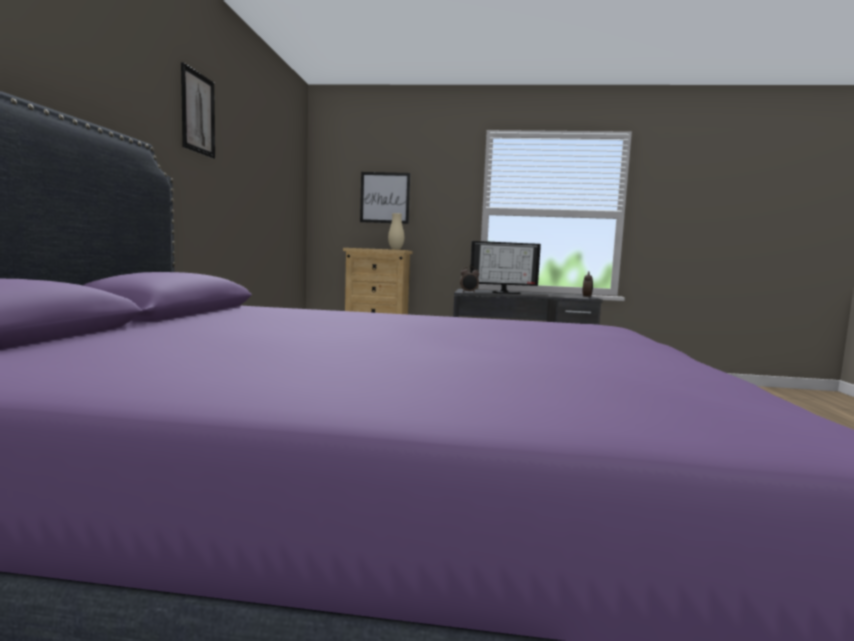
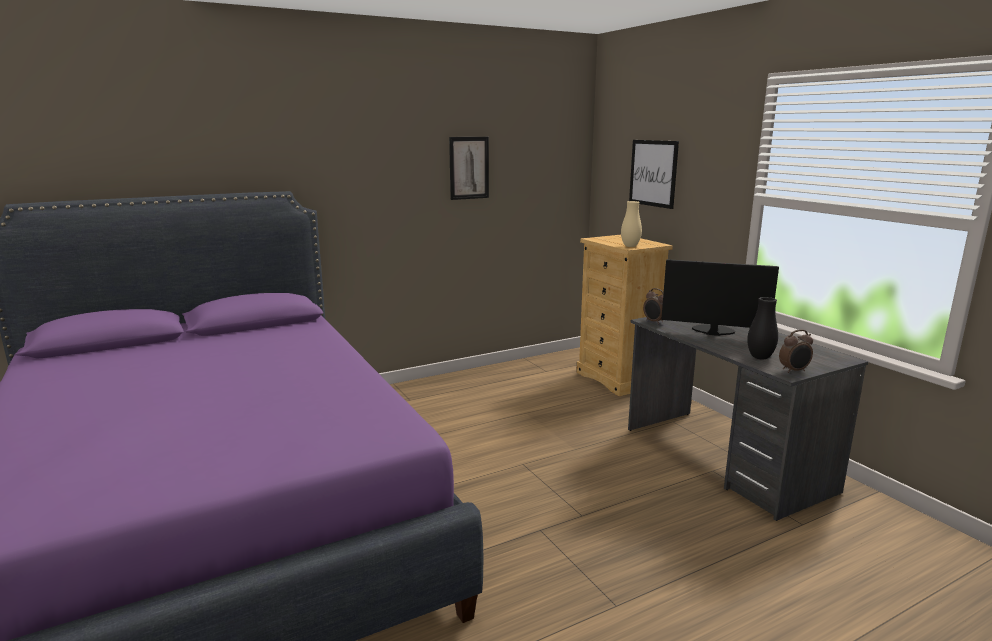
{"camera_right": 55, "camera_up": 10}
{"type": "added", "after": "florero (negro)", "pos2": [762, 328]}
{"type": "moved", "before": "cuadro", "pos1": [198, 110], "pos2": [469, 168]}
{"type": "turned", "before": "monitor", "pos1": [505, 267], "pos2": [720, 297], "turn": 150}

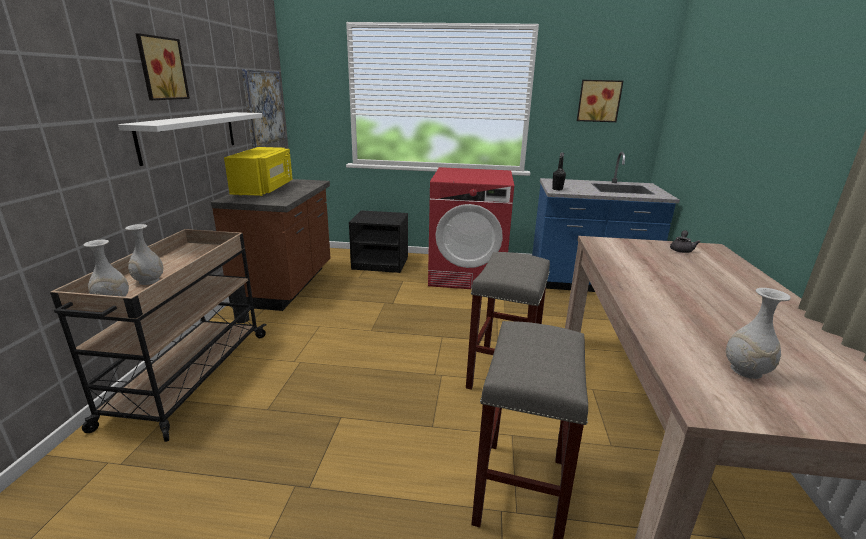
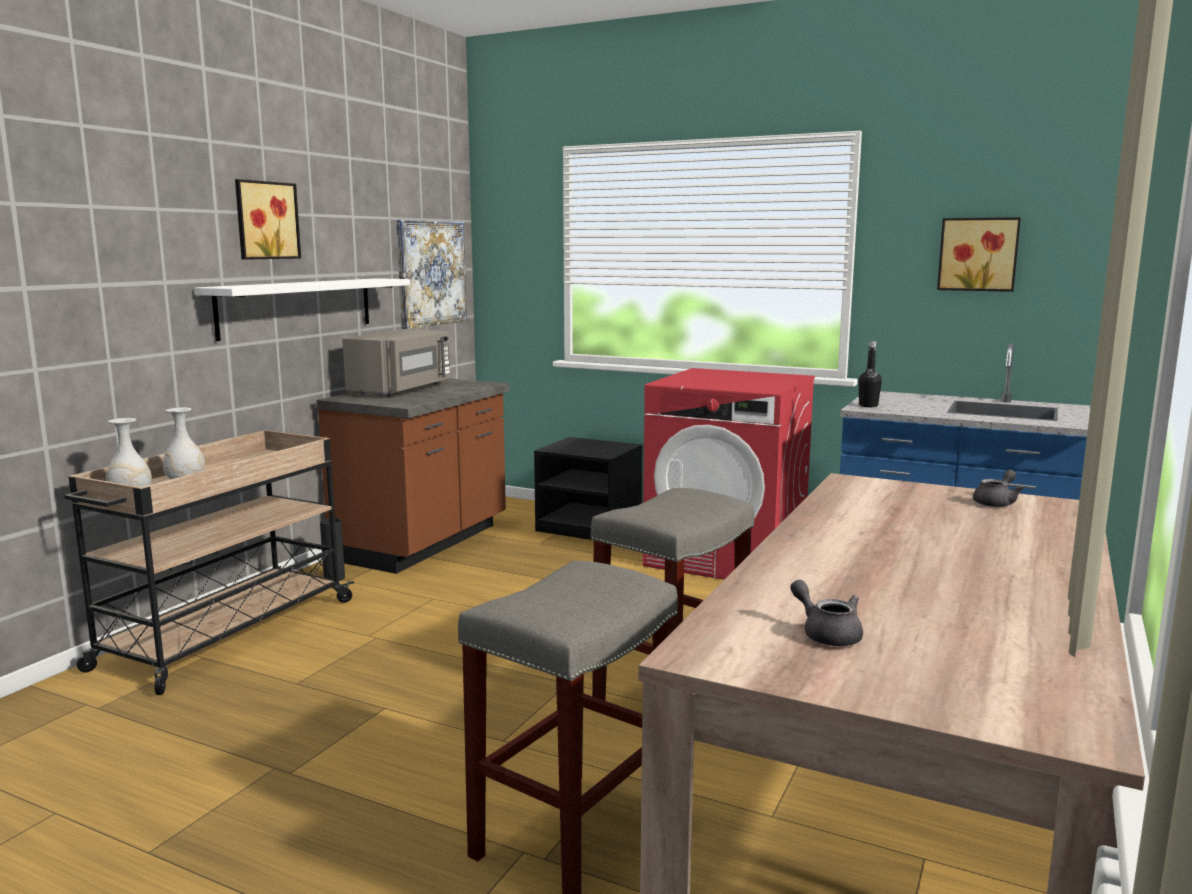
{"camera_right": 20, "camera_up": -10}
{"type": "replaced", "before": "florero (blanco)", "after": "tetera (gris)", "pos1": [758, 333], "pos2": [826, 613]}
{"type": "recoloured", "before": "microondas (amarillo)", "after": "microondas (gris)", "pos1": [258, 171], "pos2": [396, 362]}

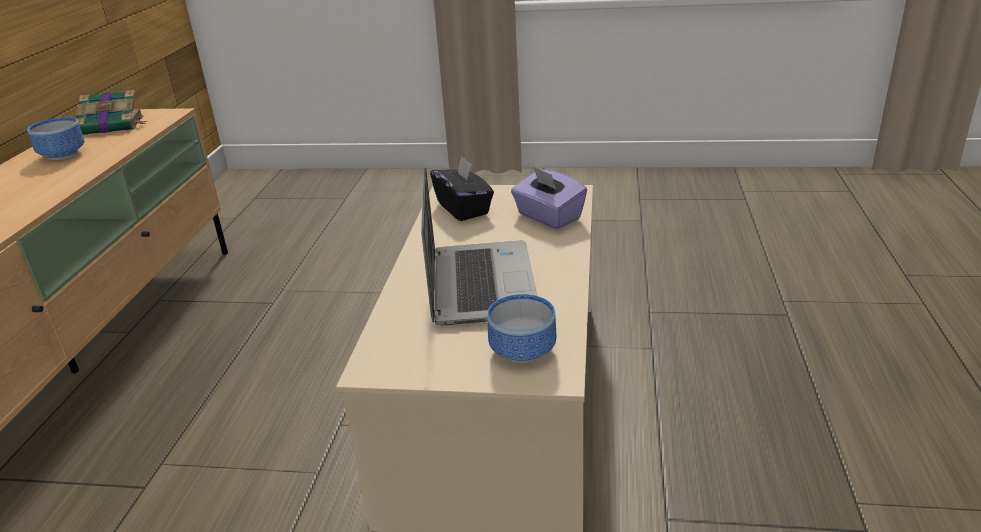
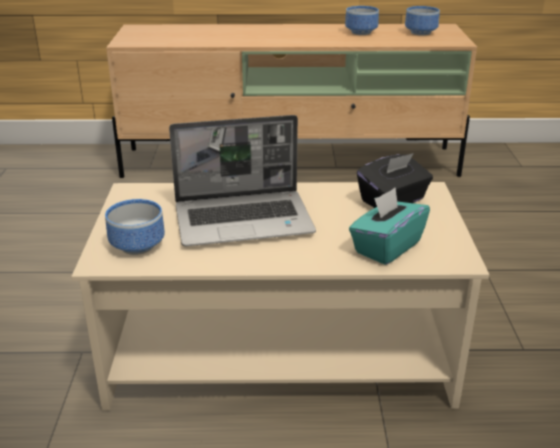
{"camera_right": 80, "camera_up": 0}
{"type": "replaced", "before": "libro", "after": "cuenco", "pos1": [111, 112], "pos2": [422, 21]}
{"type": "recoloured", "before": "caja de pañuelos (morado)", "after": "caja de pañuelos (turquesa)", "pos1": [549, 197], "pos2": [389, 226]}

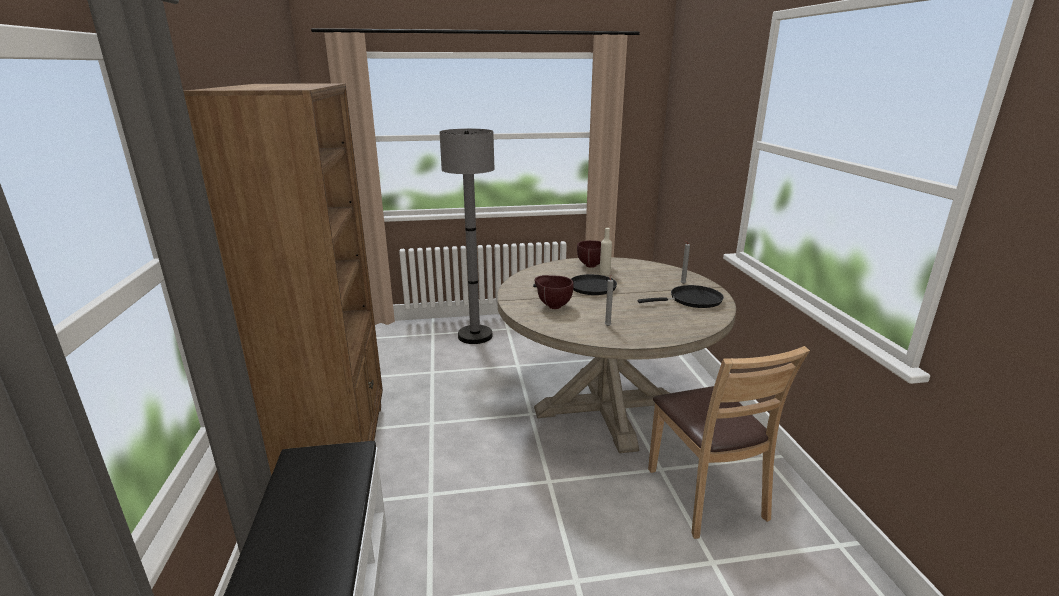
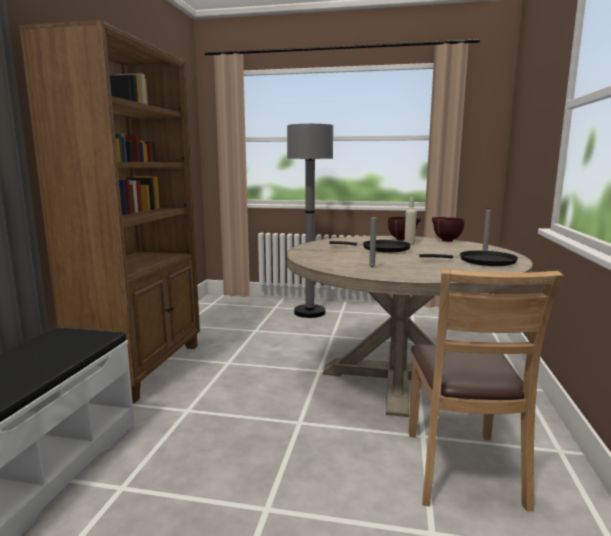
{"camera_right": 20, "camera_up": -10}
{"type": "moved", "before": "cuenco (marrón)", "pos1": [554, 292], "pos2": [448, 229]}

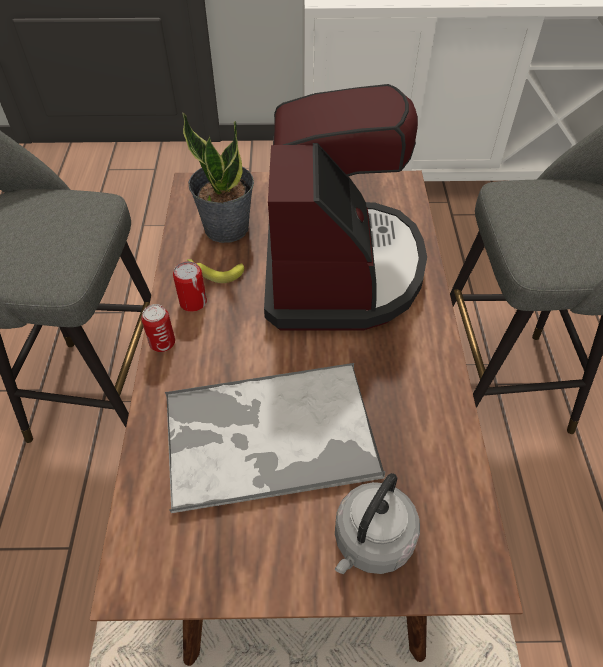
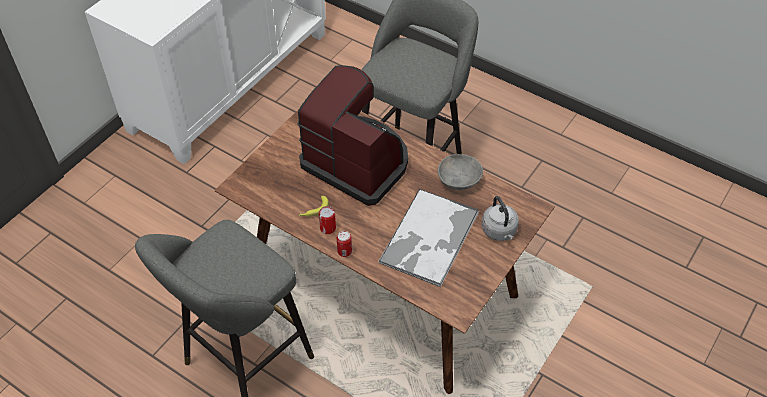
{"camera_right": -55, "camera_up": 0}
{"type": "removed", "before": "planta en maceta", "pos1": [218, 178]}
{"type": "added", "after": "cuenco (gris)", "pos2": [460, 172]}

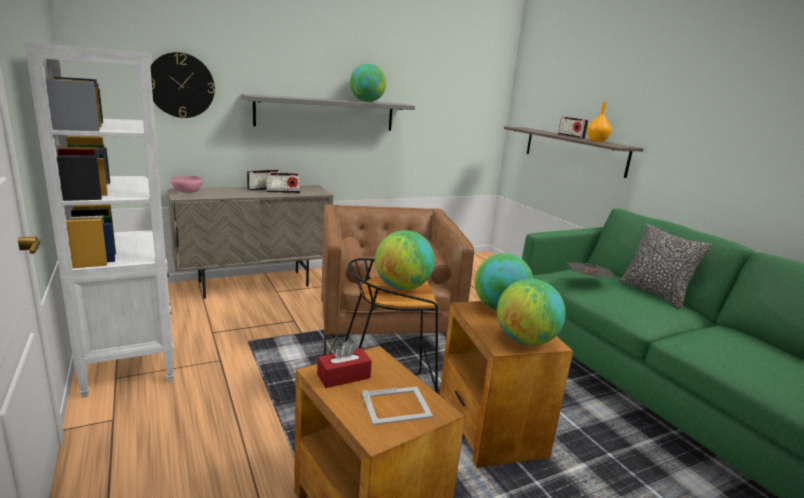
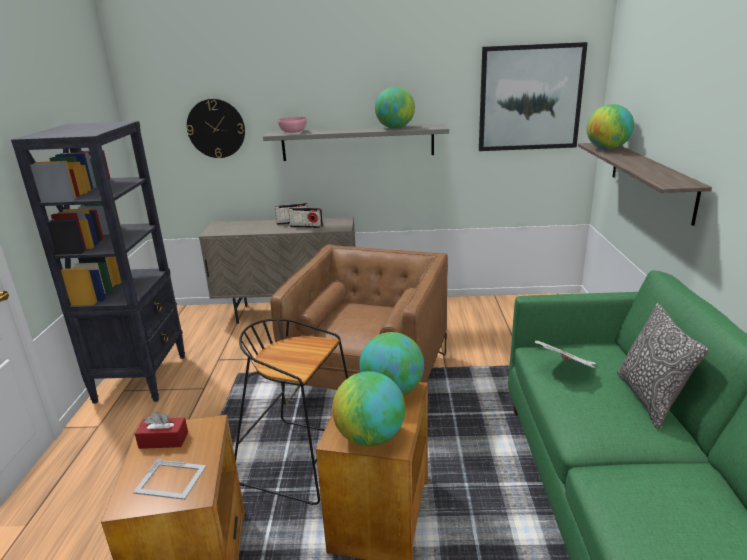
{"camera_right": 30, "camera_up": 5}
{"type": "removed", "before": "radio", "pos1": [573, 128]}
{"type": "removed", "before": "florero (naranja)", "pos1": [599, 122]}
{"type": "added", "after": "cuadro", "pos2": [533, 96]}
{"type": "moved", "before": "cuenco (rosa)", "pos1": [187, 184], "pos2": [292, 125]}
{"type": "moved", "before": "globo terráqueo", "pos1": [405, 260], "pos2": [610, 127]}
{"type": "recoloured", "before": "estantería (blanco)", "after": "estantería (negro)", "pos1": [99, 220], "pos2": [98, 262]}

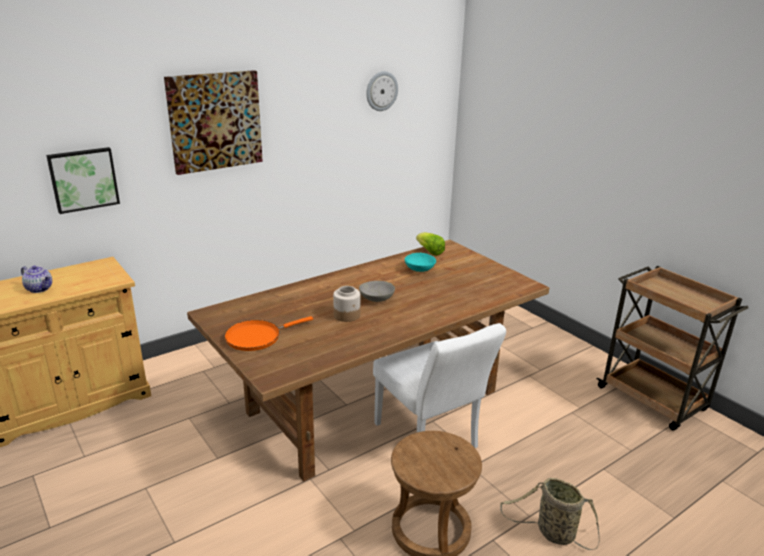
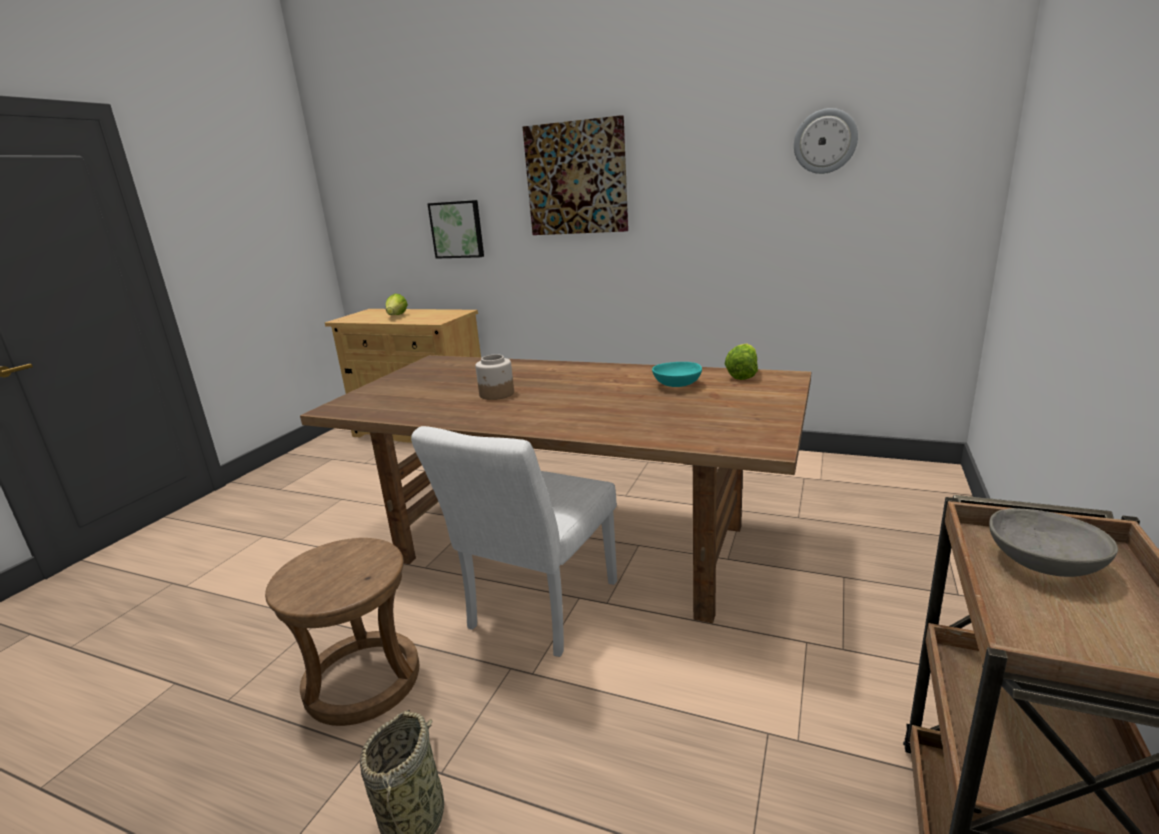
{"camera_right": 60, "camera_up": -5}
{"type": "removed", "before": "sartén (naranja)", "pos1": [269, 333]}
{"type": "moved", "before": "cuenco (gris)", "pos1": [377, 291], "pos2": [1053, 542]}
{"type": "replaced", "before": "tetera", "after": "lechuga", "pos1": [36, 279], "pos2": [397, 304]}

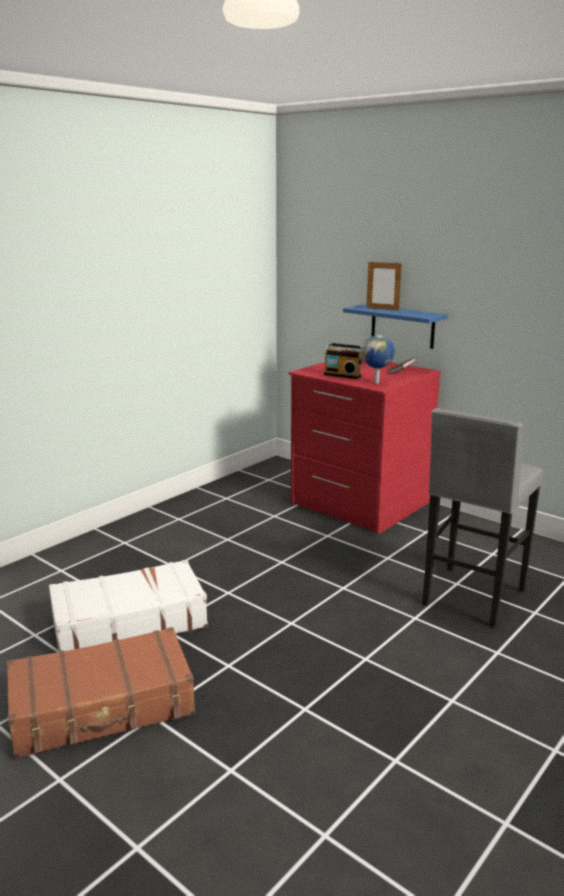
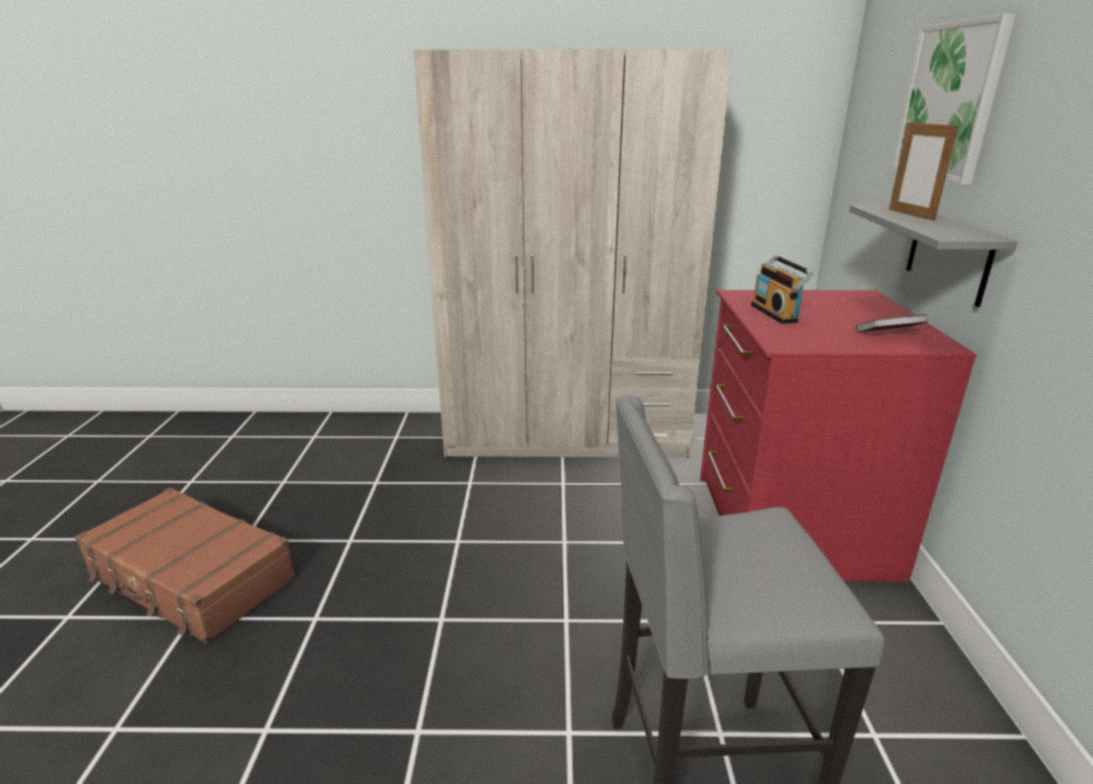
{"camera_right": 50, "camera_up": 5}
{"type": "removed", "before": "maleta (blanco)", "pos1": [128, 605]}
{"type": "removed", "before": "globo terráqueo", "pos1": [378, 359]}
{"type": "added", "after": "armario ropero (beis)", "pos2": [573, 254]}
{"type": "added", "after": "cuadro", "pos2": [954, 98]}
{"type": "recoloured", "before": "estante (azul)", "after": "estante (gris)", "pos1": [395, 326], "pos2": [933, 256]}

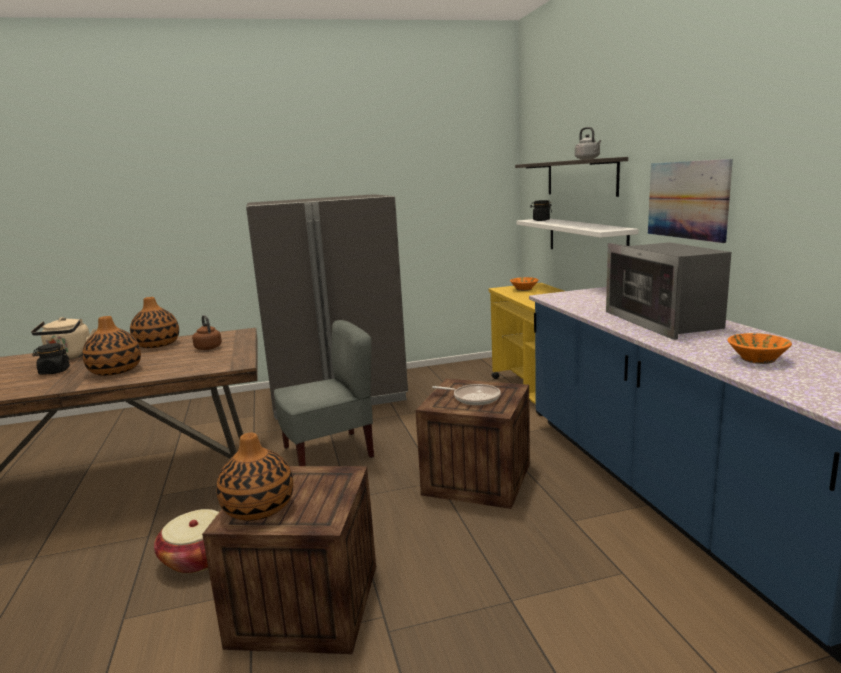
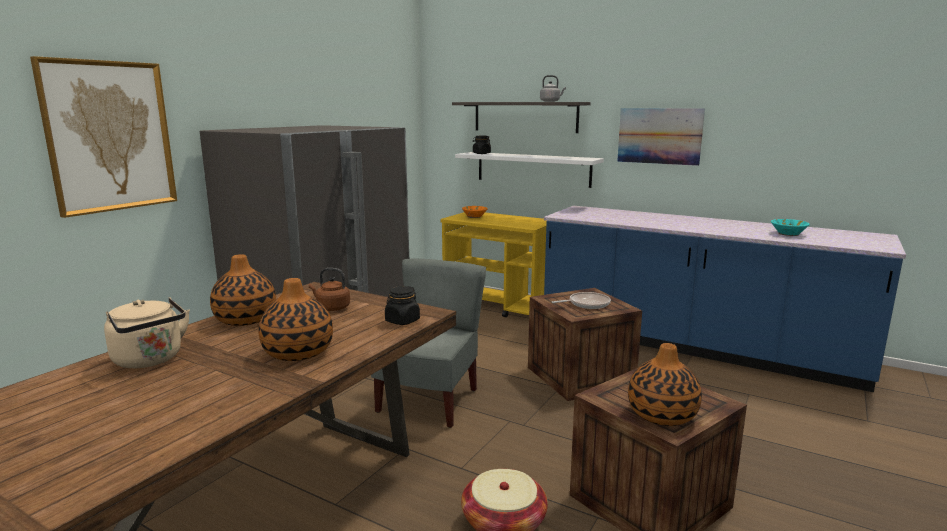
{"camera_right": -45, "camera_up": 0}
{"type": "removed", "before": "microondas", "pos1": [669, 291]}
{"type": "added", "after": "cuadro", "pos2": [103, 137]}
{"type": "moved", "before": "tarro (negro)", "pos1": [51, 359], "pos2": [402, 305]}
{"type": "recoloured", "before": "cuenco (naranja)", "after": "cuenco (turquesa)", "pos1": [760, 348], "pos2": [790, 227]}

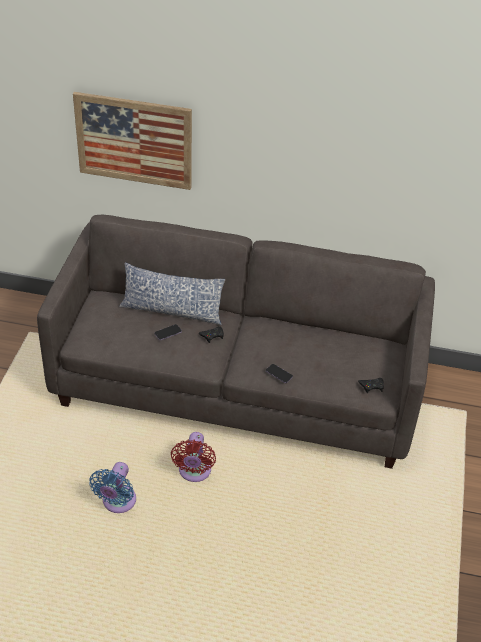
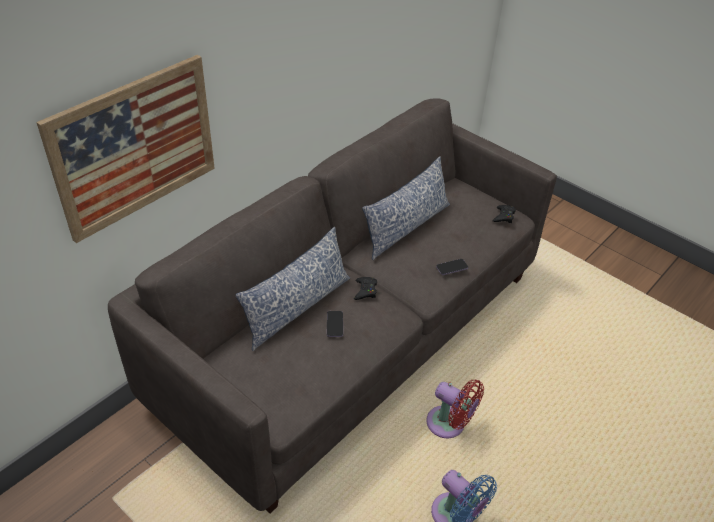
{"camera_right": -60, "camera_up": 0}
{"type": "added", "after": "cojín", "pos2": [406, 208]}

